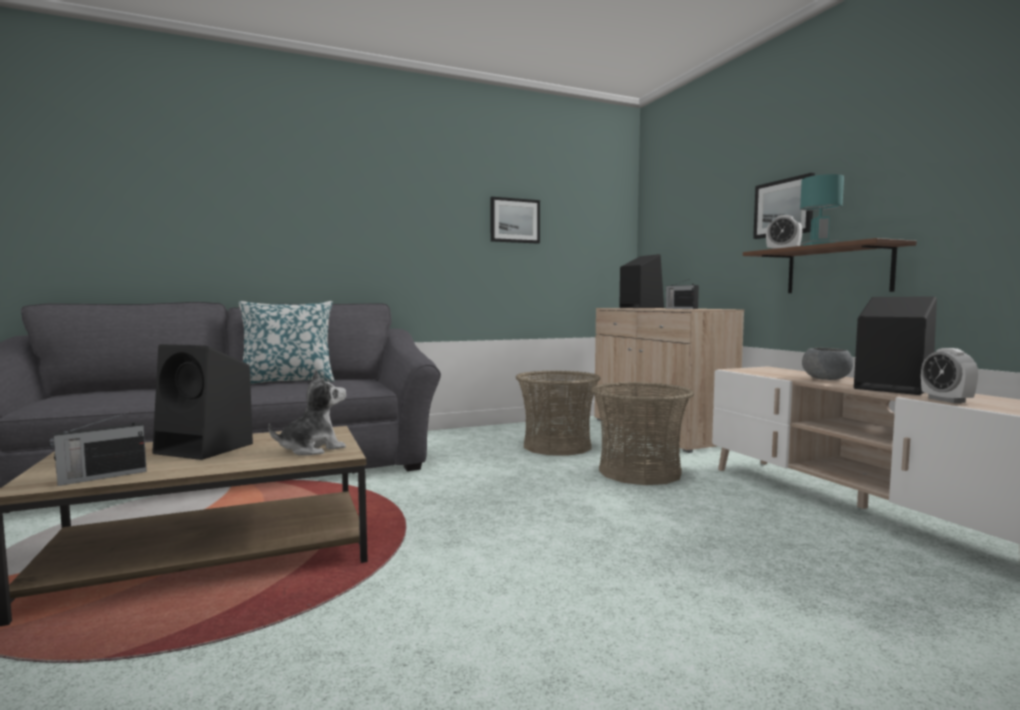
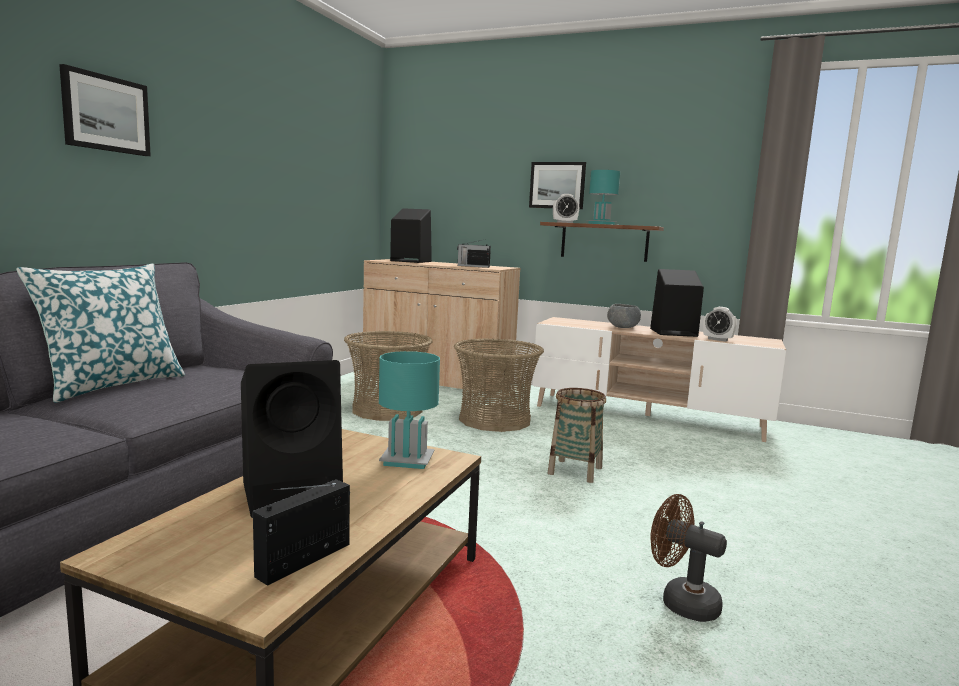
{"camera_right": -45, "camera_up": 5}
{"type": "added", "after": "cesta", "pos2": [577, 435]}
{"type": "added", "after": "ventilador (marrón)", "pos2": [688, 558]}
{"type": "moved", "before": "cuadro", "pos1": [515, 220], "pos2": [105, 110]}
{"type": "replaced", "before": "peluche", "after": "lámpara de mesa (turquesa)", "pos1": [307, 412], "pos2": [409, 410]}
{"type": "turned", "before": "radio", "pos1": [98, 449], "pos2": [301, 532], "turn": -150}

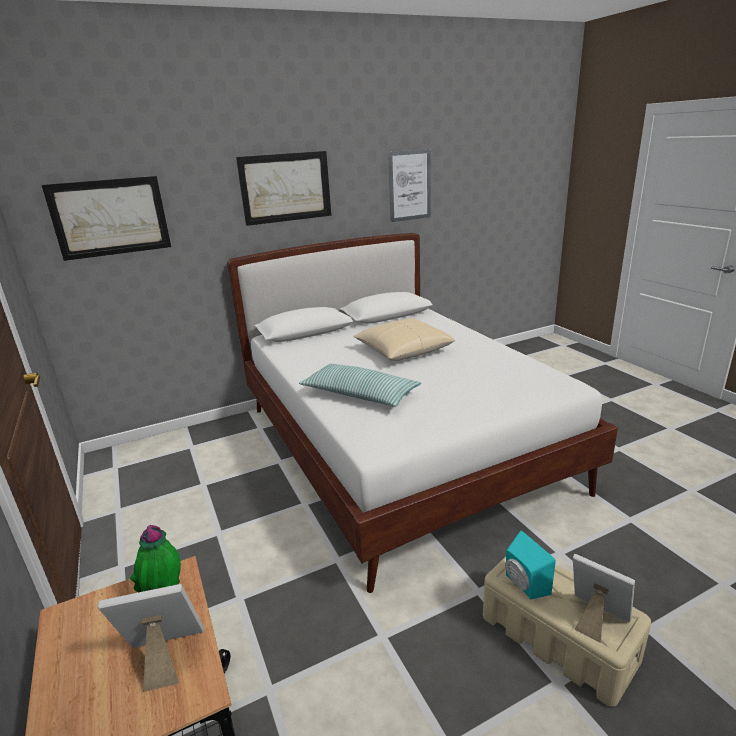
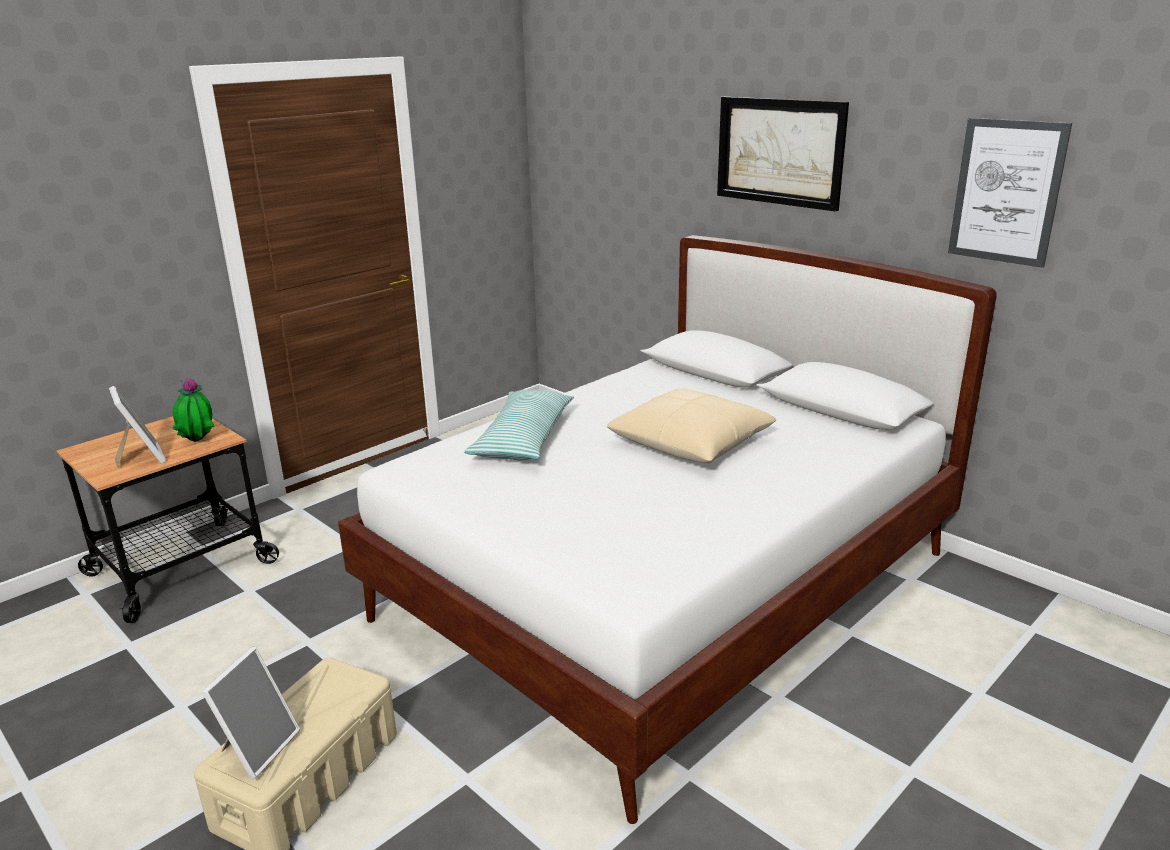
{"camera_right": 70, "camera_up": 0}
{"type": "removed", "before": "cuadro", "pos1": [106, 218]}
{"type": "removed", "before": "altavoz (turquesa)", "pos1": [530, 564]}

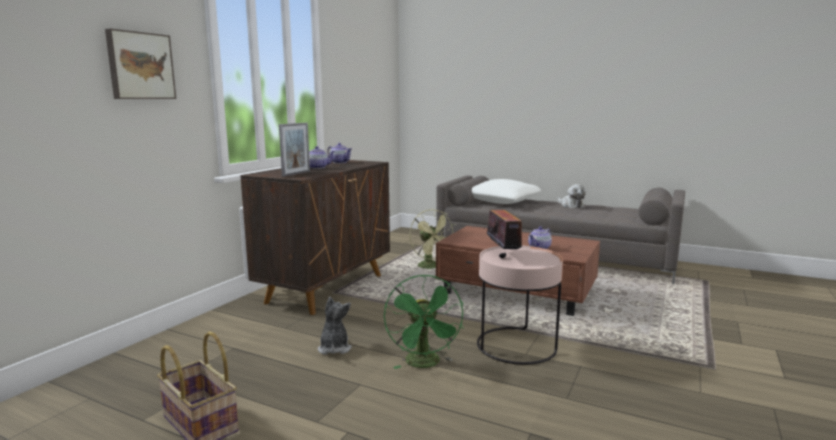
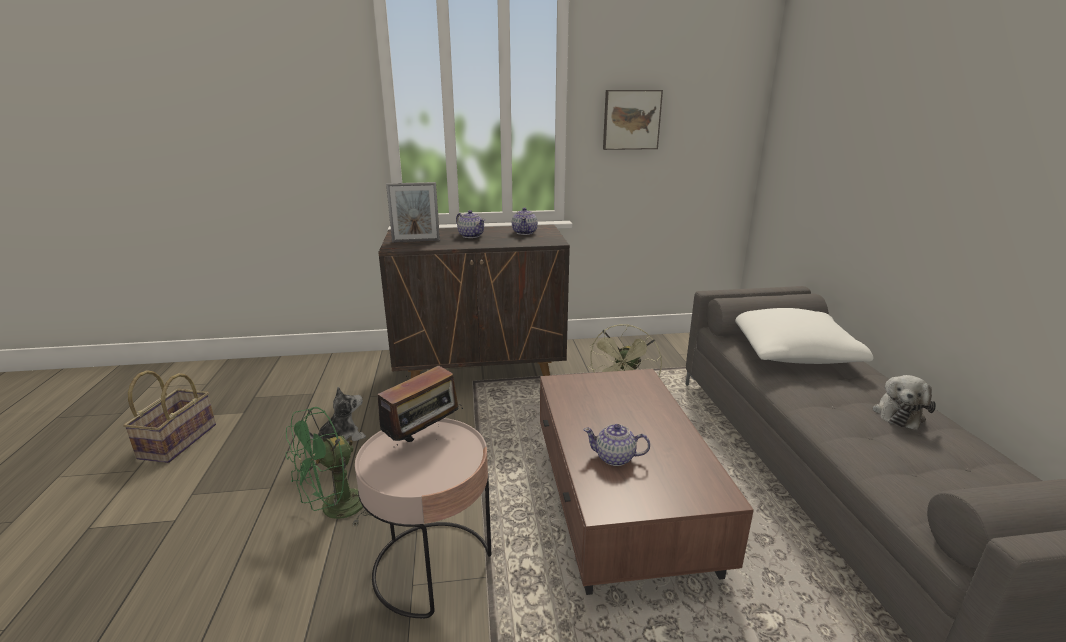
{"camera_right": 55, "camera_up": 10}
{"type": "moved", "before": "cuadro", "pos1": [140, 63], "pos2": [633, 120]}

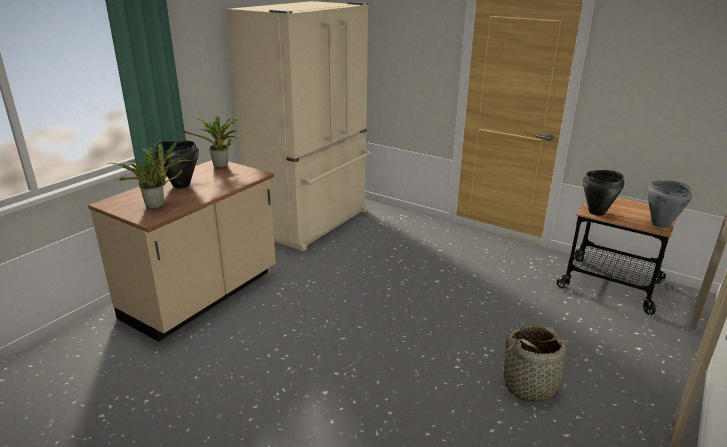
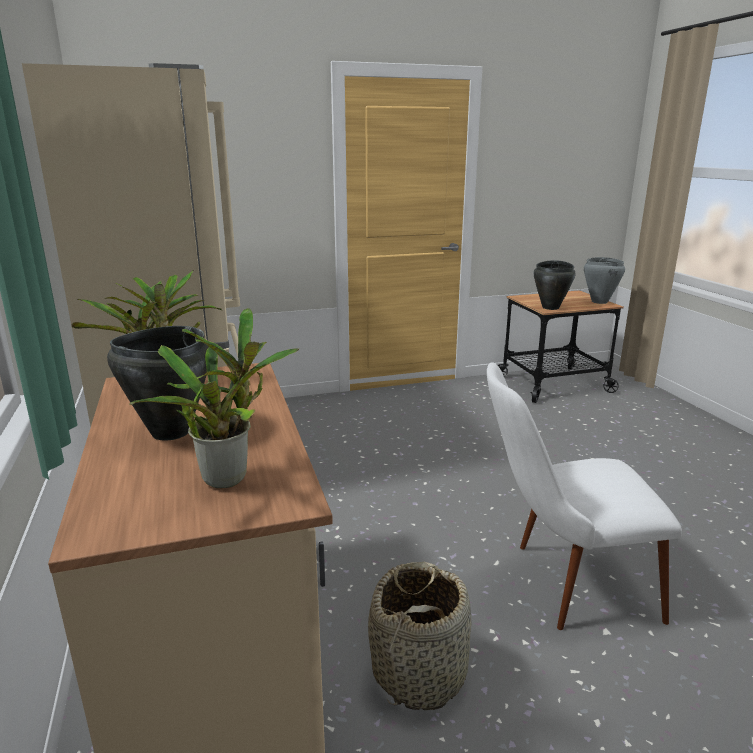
{"camera_right": -50, "camera_up": -5}
{"type": "added", "after": "silla (blanco)", "pos2": [584, 496]}
{"type": "moved", "before": "cesta", "pos1": [537, 362], "pos2": [419, 636]}

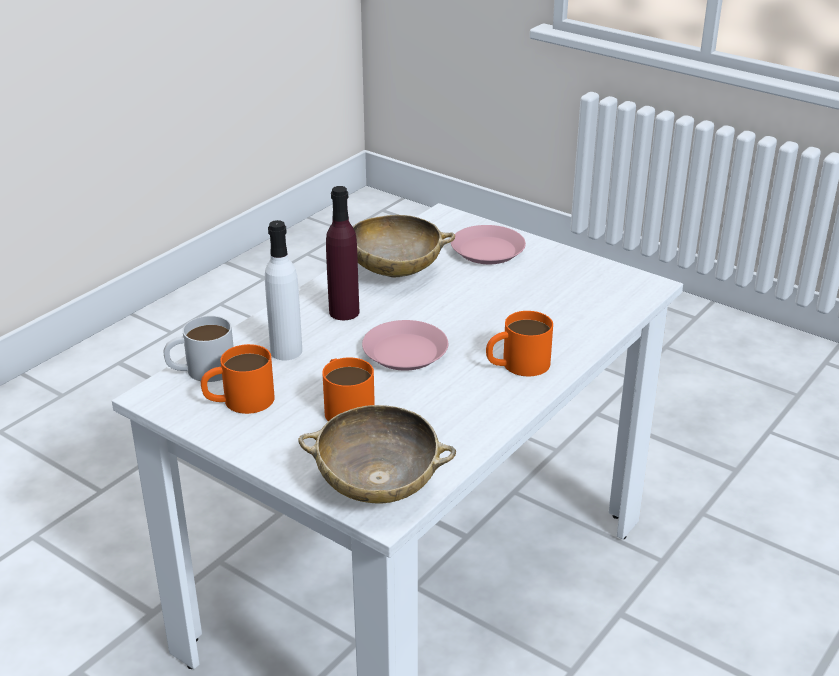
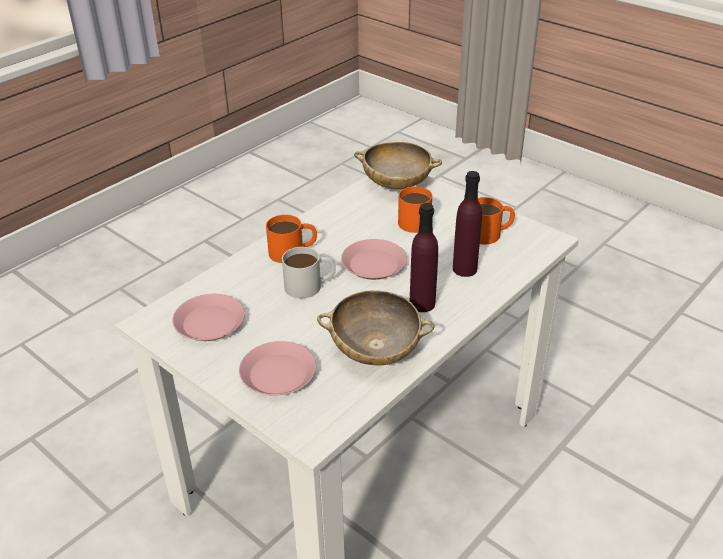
{"camera_right": -175, "camera_up": 5}
{"type": "added", "after": "plato (rosa)", "pos2": [208, 317]}
{"type": "moved", "before": "taza grande (blanco)", "pos1": [198, 349], "pos2": [309, 272]}
{"type": "recoloured", "before": "botella (blanco)", "after": "botella (morado)", "pos1": [283, 290], "pos2": [467, 224]}

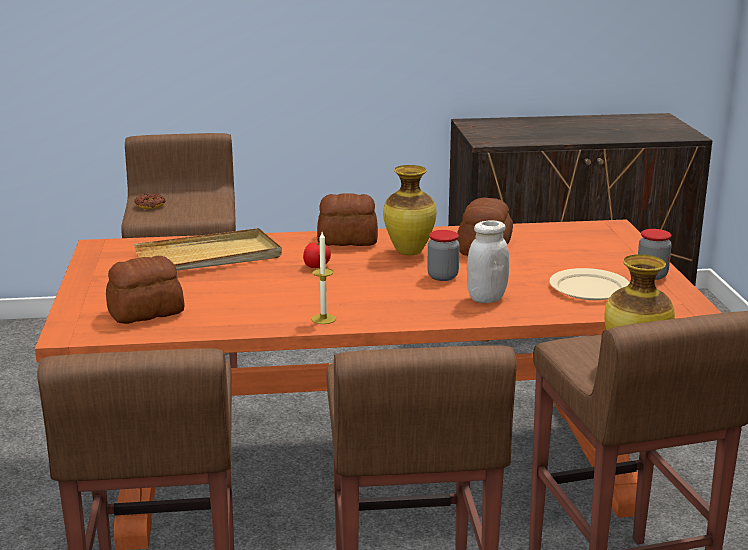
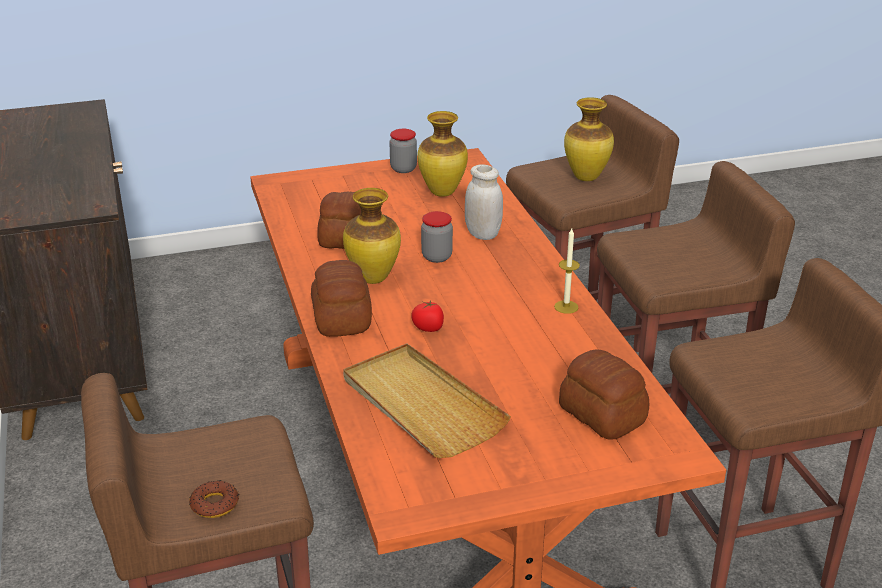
{"camera_right": -100, "camera_up": 10}
{"type": "replaced", "before": "plato (beis)", "after": "florero", "pos1": [589, 284], "pos2": [442, 154]}

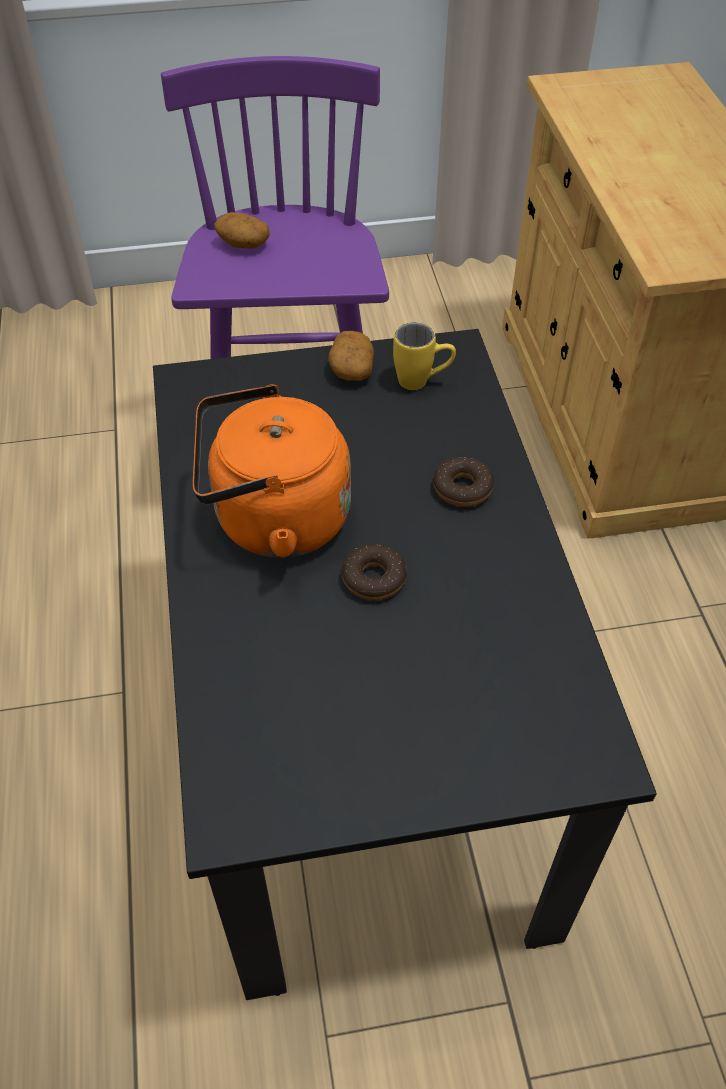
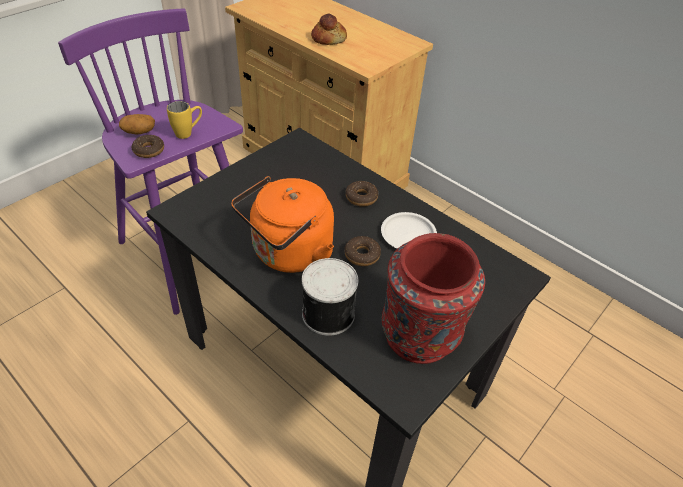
{"camera_right": -40, "camera_up": -5}
{"type": "removed", "before": "patata", "pos1": [351, 356]}
{"type": "added", "after": "rosquilla", "pos2": [148, 146]}
{"type": "added", "after": "lata", "pos2": [330, 297]}
{"type": "added", "after": "pan", "pos2": [329, 29]}
{"type": "added", "after": "plato (blanco)", "pos2": [409, 230]}
{"type": "added", "after": "florero (rojo)", "pos2": [433, 298]}
{"type": "moved", "before": "taza grande (amarillo)", "pos1": [424, 356], "pos2": [184, 120]}

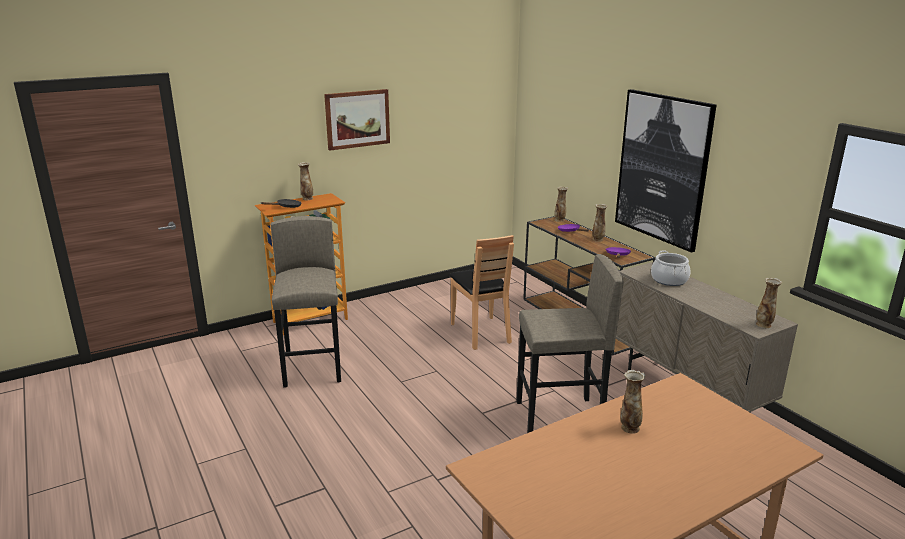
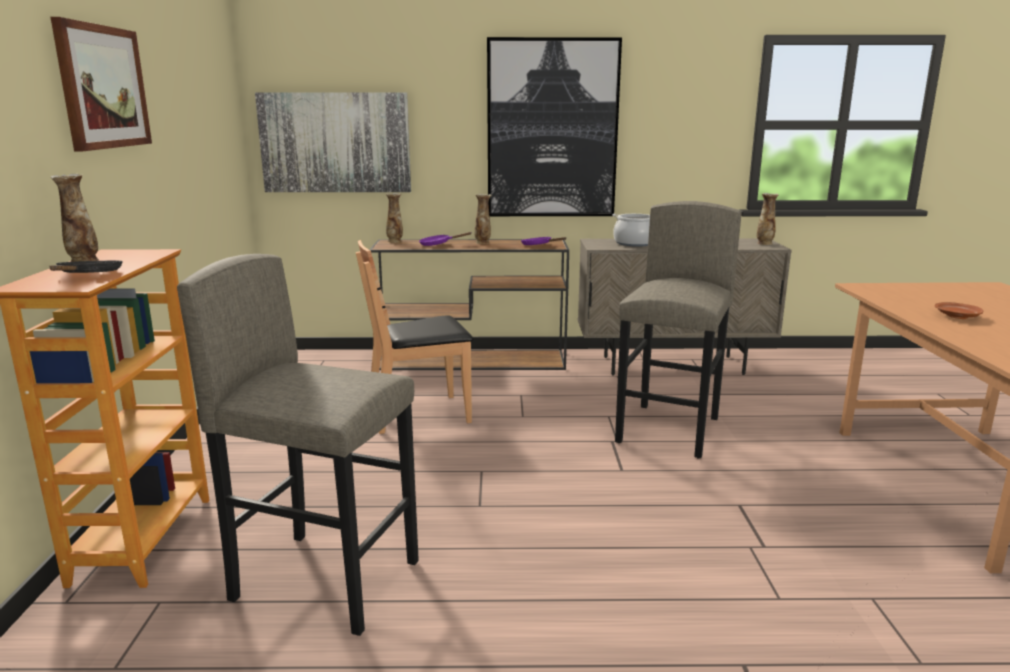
{"camera_right": -60, "camera_up": -5}
{"type": "added", "after": "cuadro", "pos2": [333, 142]}
{"type": "replaced", "before": "florero", "after": "plato (marrón)", "pos1": [633, 402], "pos2": [959, 310]}
{"type": "turned", "before": "silla (marrón)", "pos1": [481, 292], "pos2": [414, 337], "turn": 150}

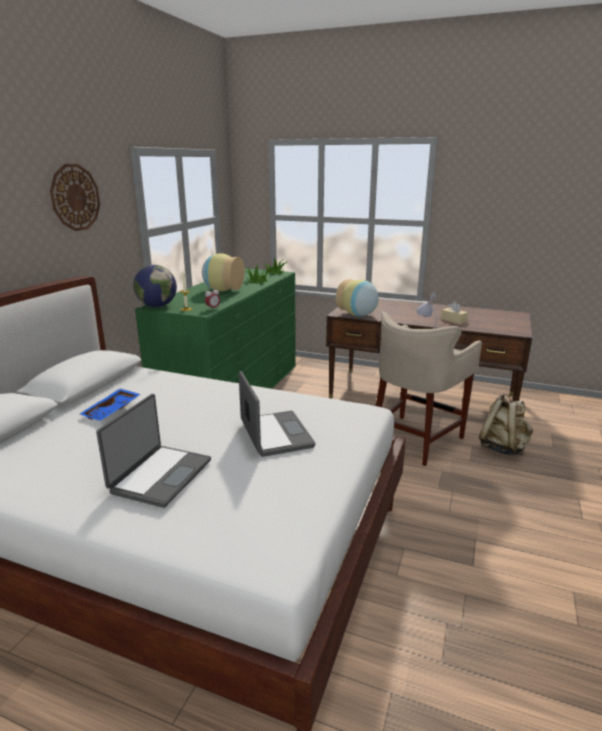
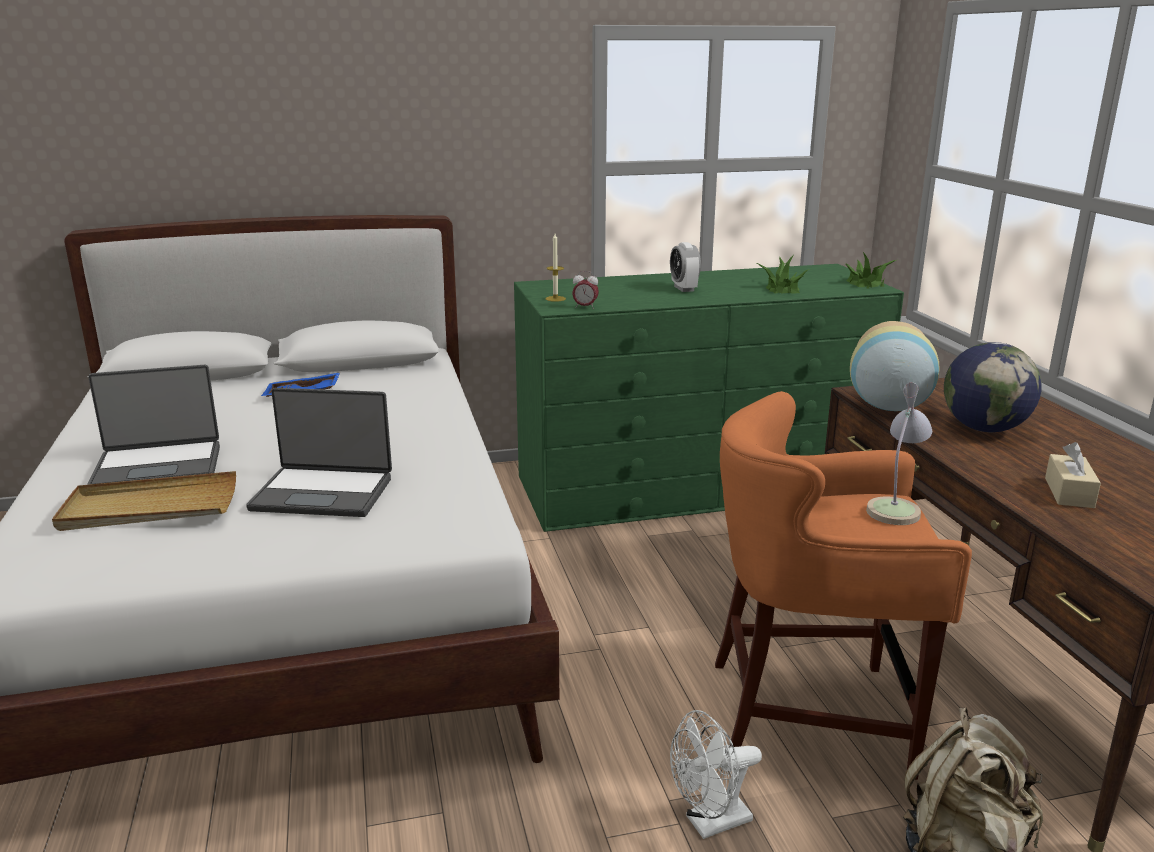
{"camera_right": 55, "camera_up": 0}
{"type": "removed", "before": "reloj de pared", "pos1": [75, 197]}
{"type": "added", "after": "bandeja (beis)", "pos2": [144, 501]}
{"type": "added", "after": "ventilador (blanco)", "pos2": [716, 774]}
{"type": "moved", "before": "globo terráqueo", "pos1": [155, 286], "pos2": [993, 387]}
{"type": "replaced", "before": "florero", "after": "despertador", "pos1": [223, 272], "pos2": [685, 267]}
{"type": "recoloured", "before": "taburete (beis)", "after": "taburete (naranja)", "pos1": [429, 388], "pos2": [843, 585]}
{"type": "turned", "before": "portátil", "pos1": [277, 414], "pos2": [319, 452], "turn": 60}

